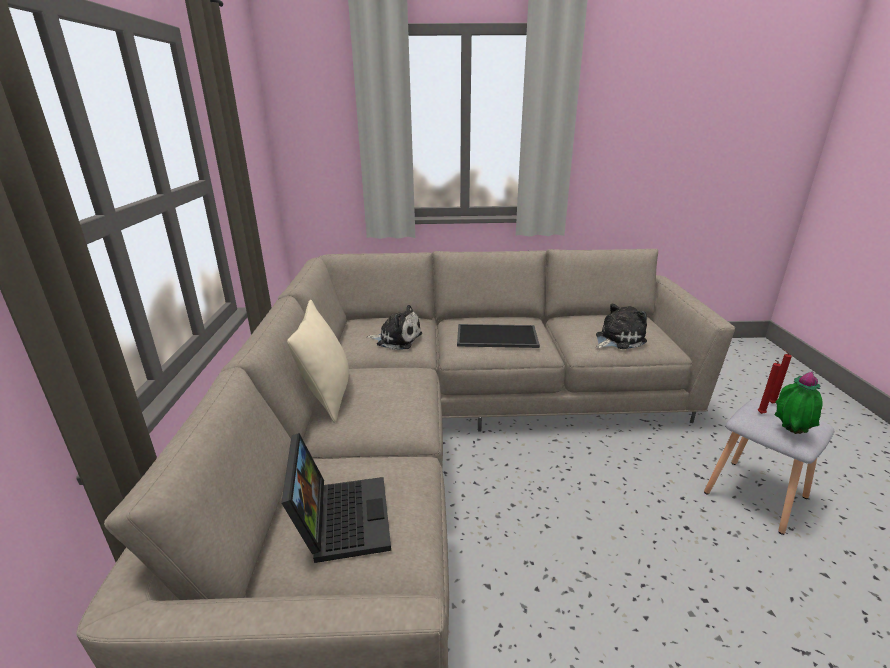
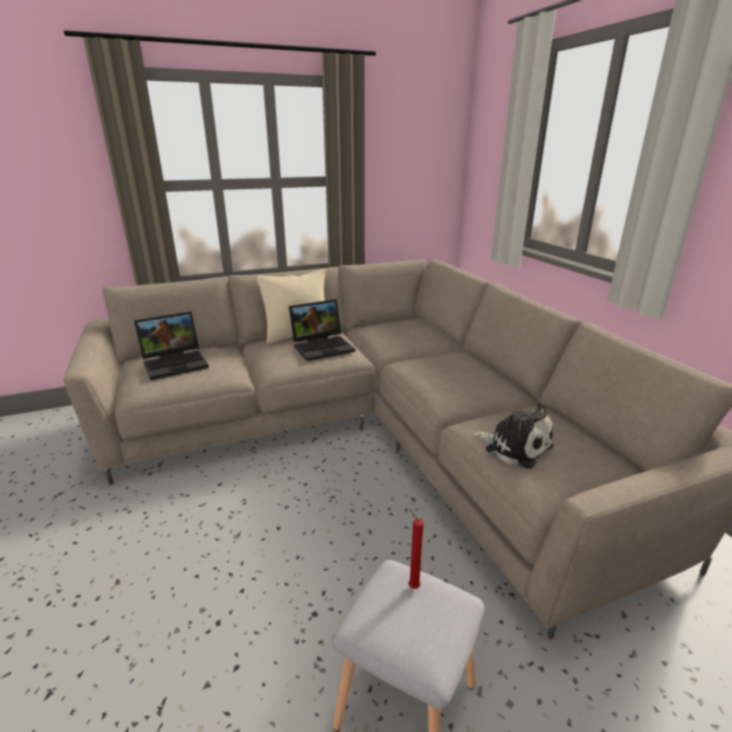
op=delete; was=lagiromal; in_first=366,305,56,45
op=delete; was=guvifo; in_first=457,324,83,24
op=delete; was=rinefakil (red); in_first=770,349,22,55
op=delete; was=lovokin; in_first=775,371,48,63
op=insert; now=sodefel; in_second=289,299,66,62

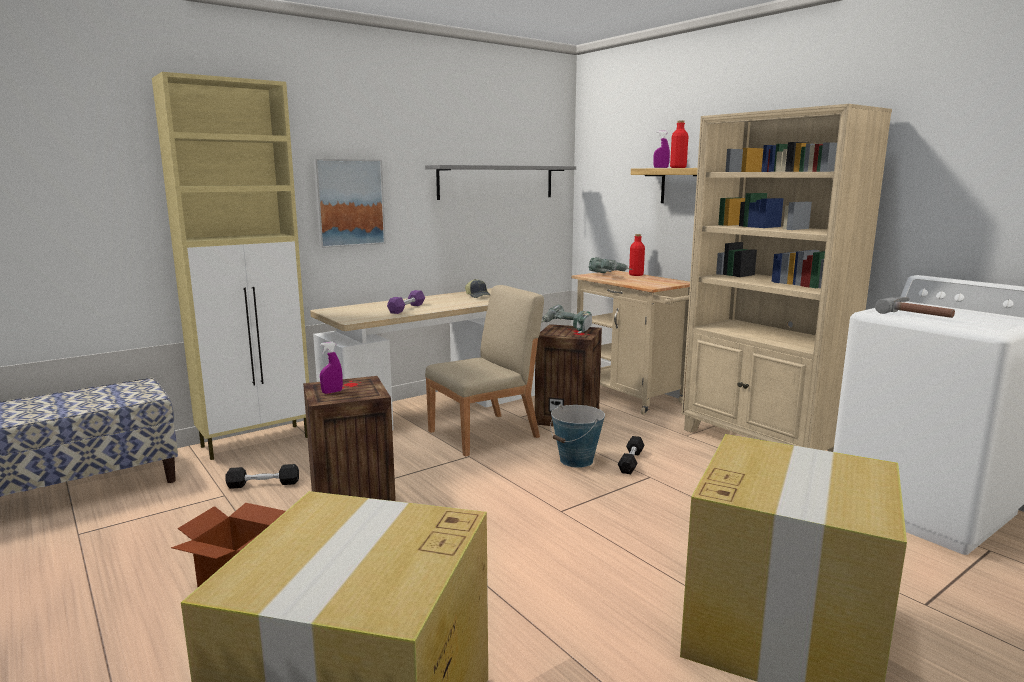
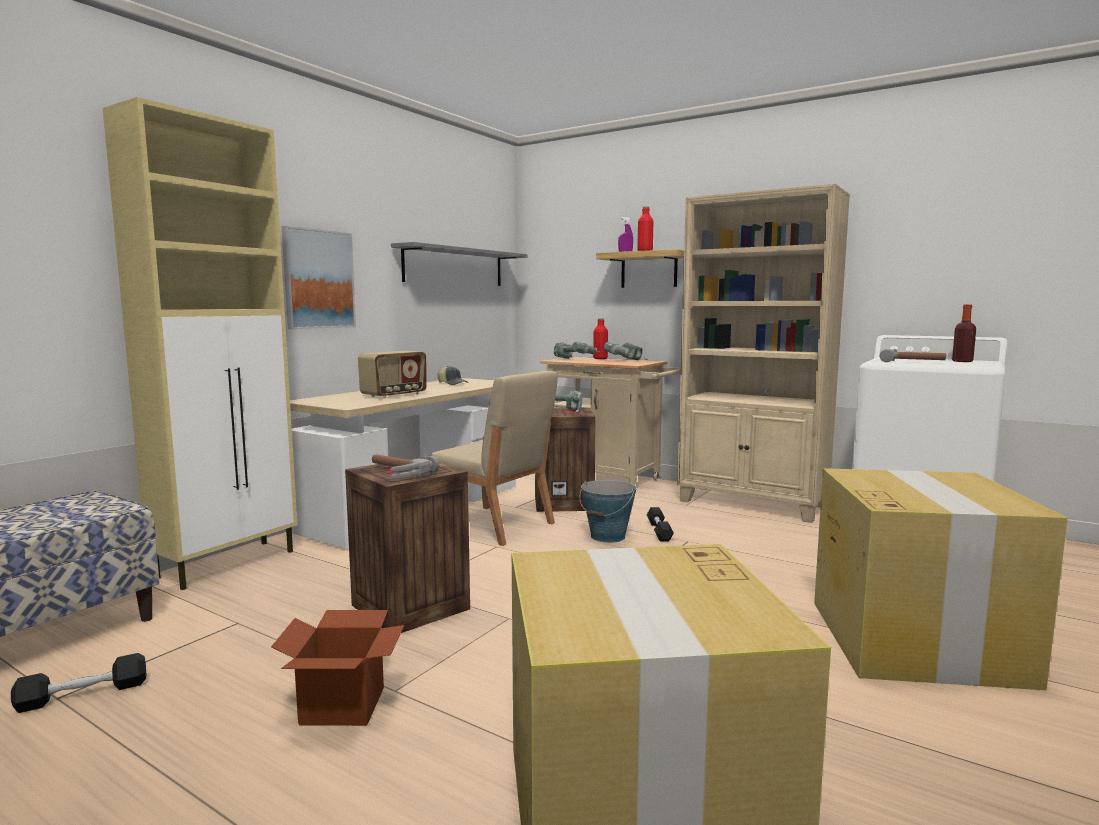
op=insert; now=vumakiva; in_second=604,342,44,18
op=insert; now=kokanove; in_second=952,304,24,58
op=move; was=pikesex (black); in_first=225,464,74,25; in_second=11,653,135,60
op=replace; was=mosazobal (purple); now=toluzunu; in_first=320,342,23,52; in_second=372,454,67,25
op=replace; was=pikesex (purple); now=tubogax; in_first=387,290,38,24; in_second=358,351,69,48
op=rotate; was=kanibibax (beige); in_first=425,285,119,171; in_second=430,371,128,175; clockwise=90

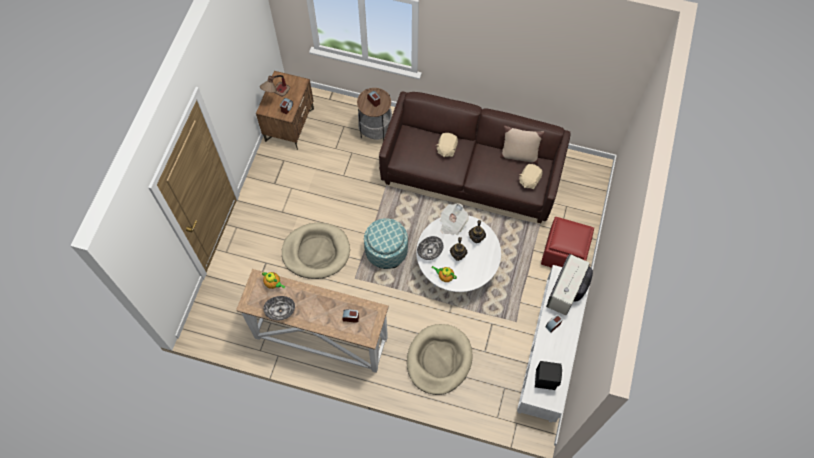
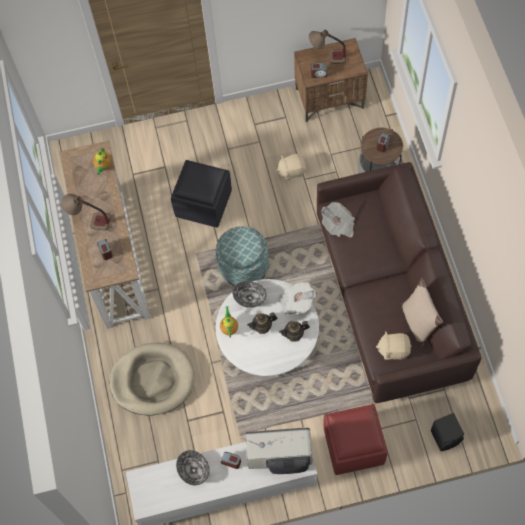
op=insert; now=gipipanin; in_second=61,194,50,37
op=insert; now=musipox; in_second=321,202,34,35
op=move; was=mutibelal; in_first=263,296,32,24; in_second=176,450,34,35
op=move; was=lagiromal (beige); in_first=436,133,22,24; in_second=276,154,30,27
op=move; was=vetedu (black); in_first=535,361,27,29; in_second=431,413,33,38
op=replace; was=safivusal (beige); now=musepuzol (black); in_first=282,222,68,57; in_second=171,160,61,68

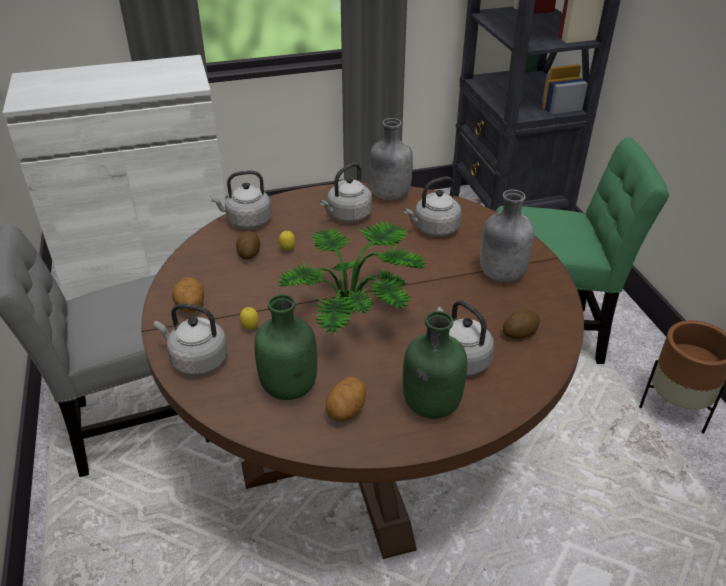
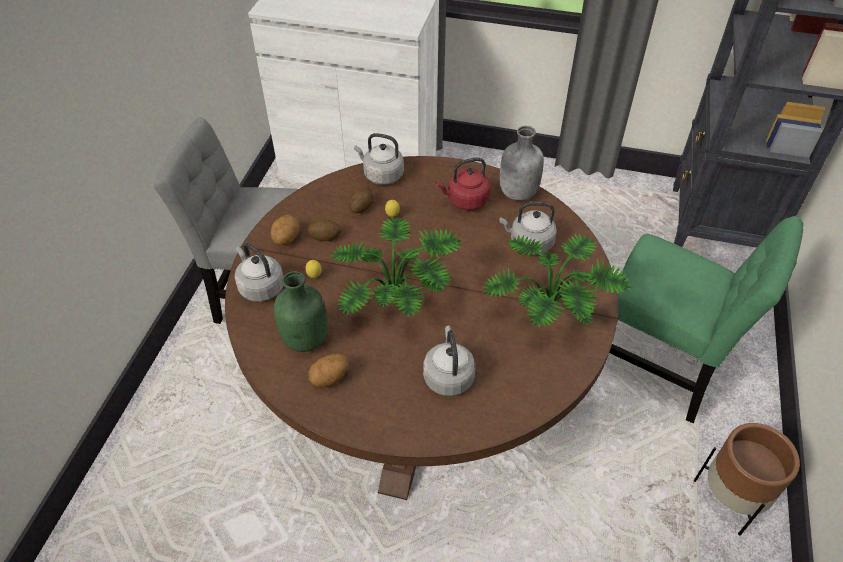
op=delete; was=kokanove (green); in_first=403,311,64,108
op=move; was=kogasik; in_first=503,310,37,29; in_second=308,219,33,22
op=replace; was=kokanove (grey); now=lovokin; in_first=480,189,54,93; in_second=482,233,150,94
op=recolor; was=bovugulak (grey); now=bovugulak (red); in_first=320,163,52,59; in_second=436,157,55,53

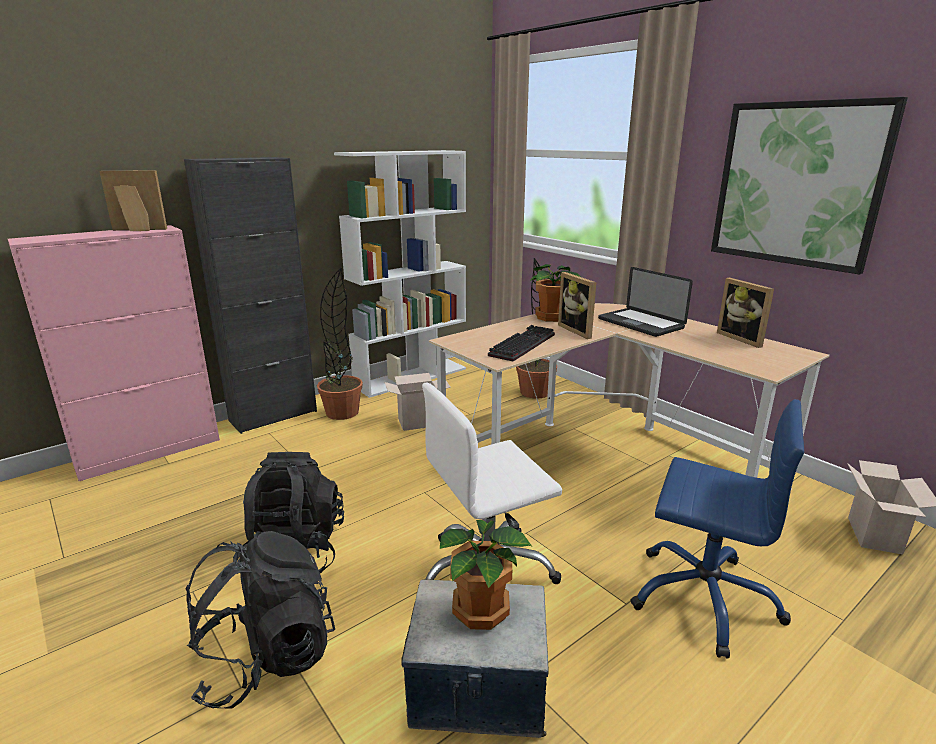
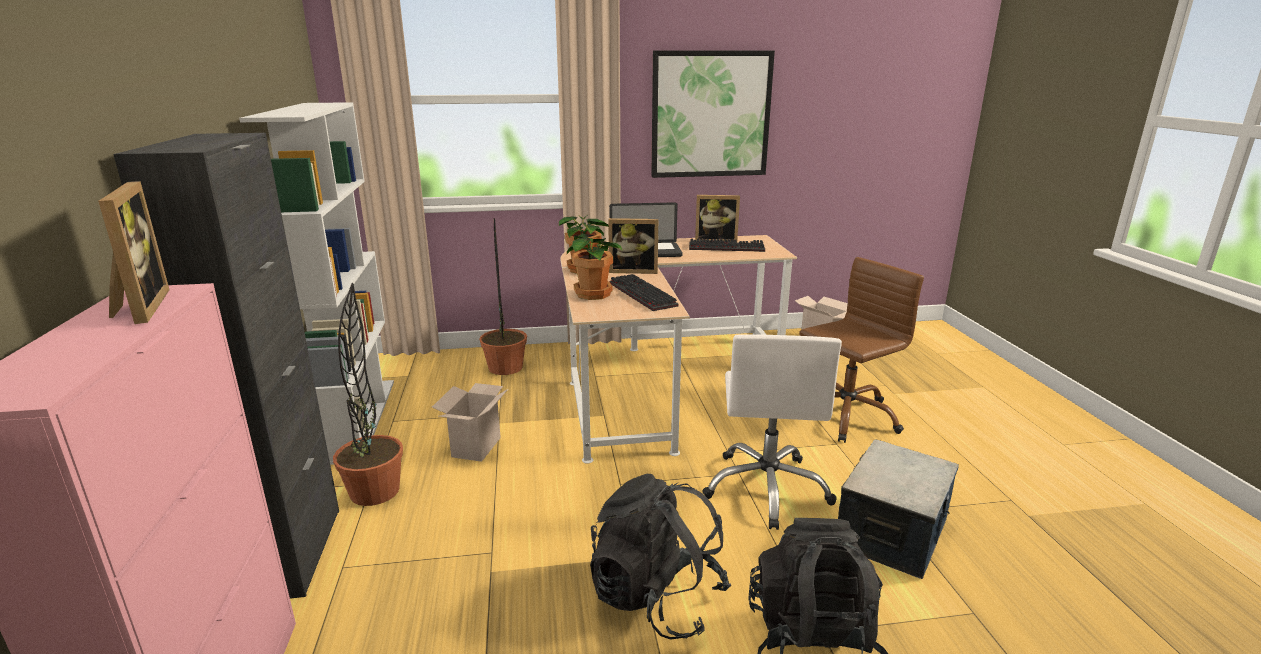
op=insert; now=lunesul; in_second=689,238,76,14
op=move; was=lovokin; in_first=440,520,93,110; in_second=567,233,55,67
op=recolor; was=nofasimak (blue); now=nofasimak (brown); in_first=630,399,174,260; in_second=799,257,125,186
op=rotate; was=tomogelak; in_first=99,170,68,61; in_second=98,181,71,143; clockwise=135

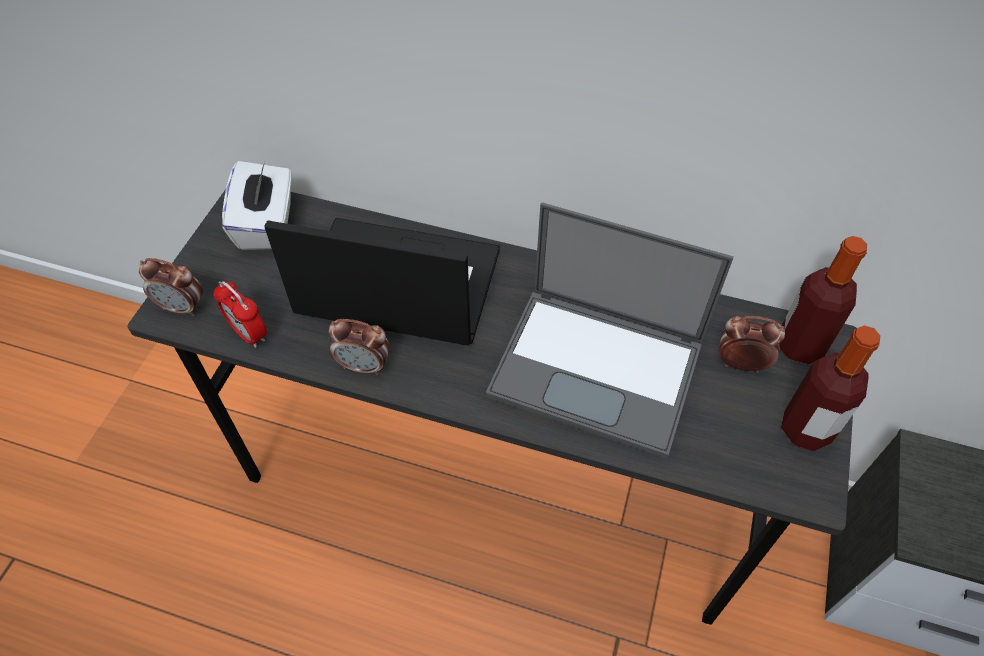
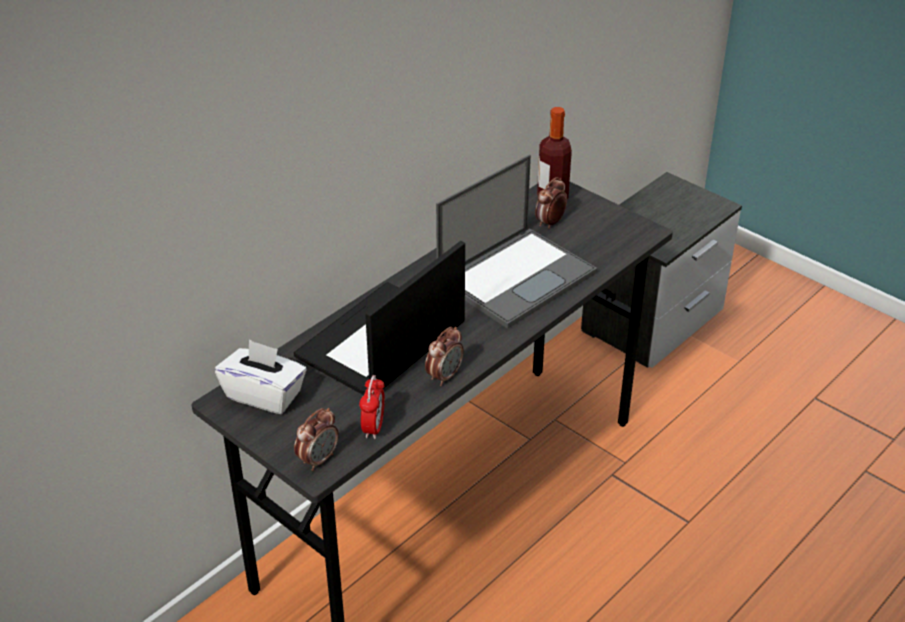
op=delete; was=kokanove; in_first=781,325,99,126
op=rotate; was=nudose; in_first=213,281,54,67; in_second=359,375,26,64; clockwise=-60

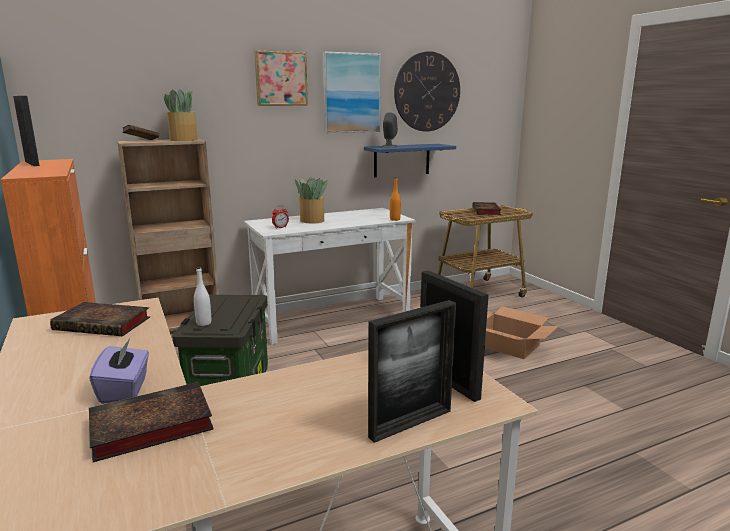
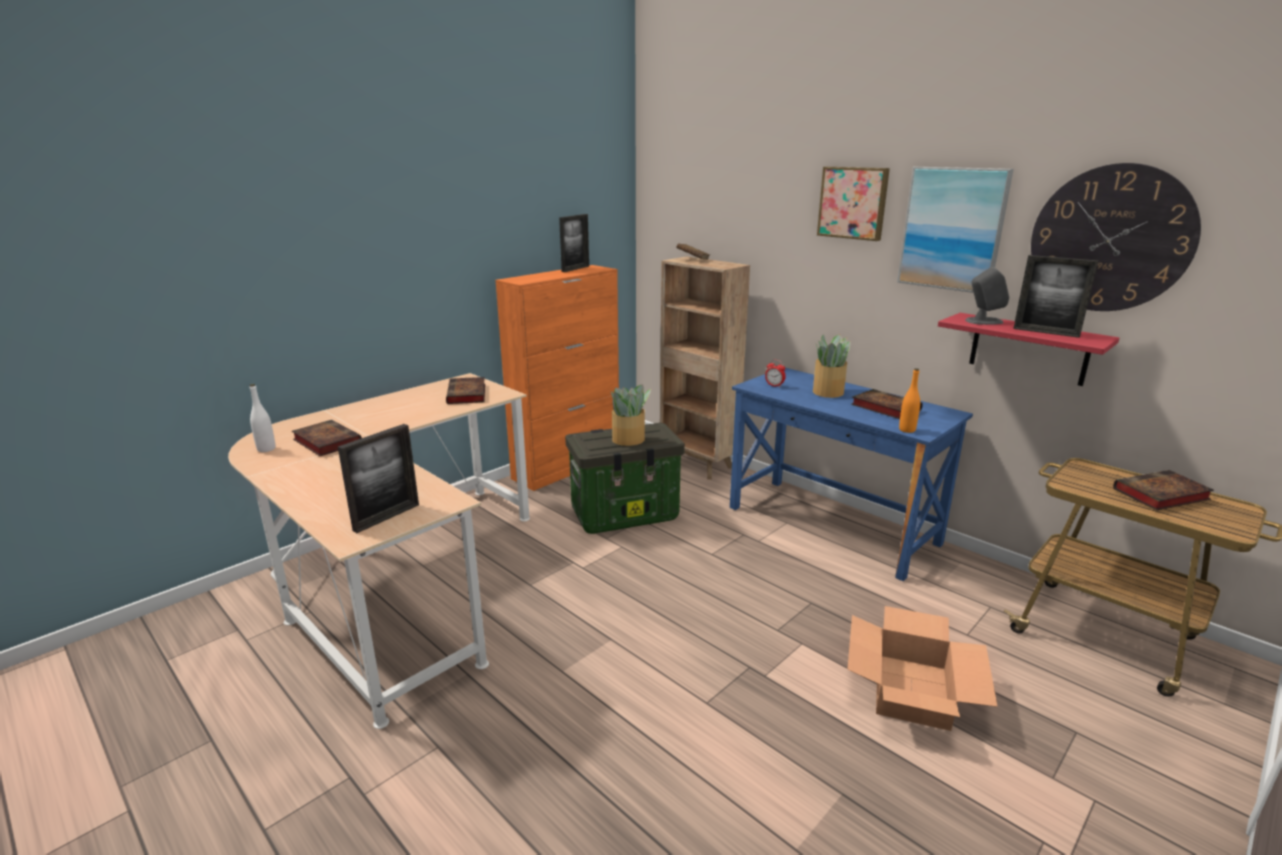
op=delete; was=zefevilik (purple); in_first=89,338,60,66
op=insert; now=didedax; in_second=851,389,72,30
op=move; was=lovokin; in_first=162,89,36,52; in_second=611,384,40,62
op=move; was=kokanove (white); in_first=194,267,17,59; in_second=250,384,26,68
op=move; was=tomogelak; in_first=368,300,88,143; in_second=1013,255,85,83
op=recolor; was=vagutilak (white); now=vagutilak (blue); in_first=244,208,172,137; in_second=730,368,243,213
op=recolor; was=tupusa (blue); now=tupusa (red); in_first=364,144,92,34; in_second=938,313,182,73

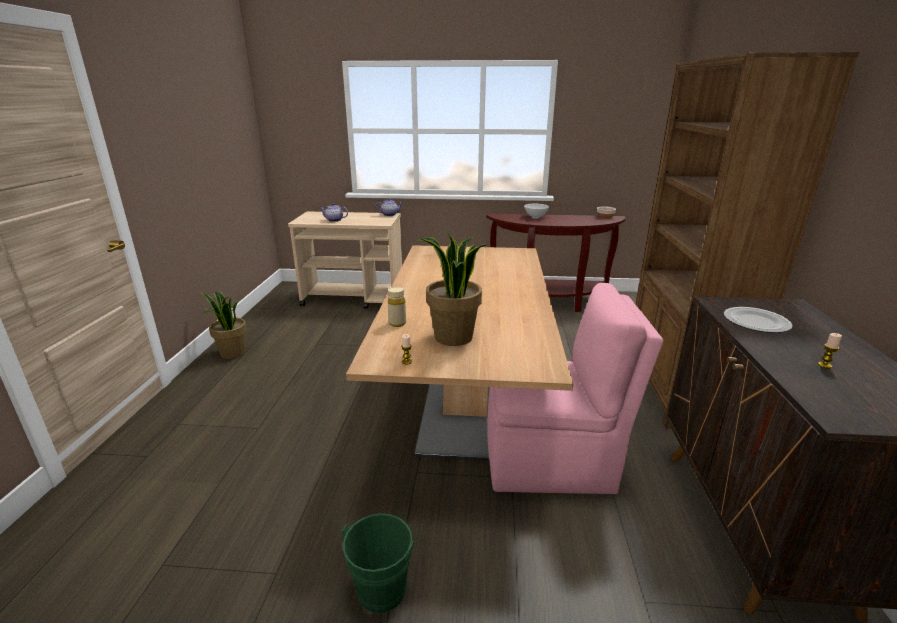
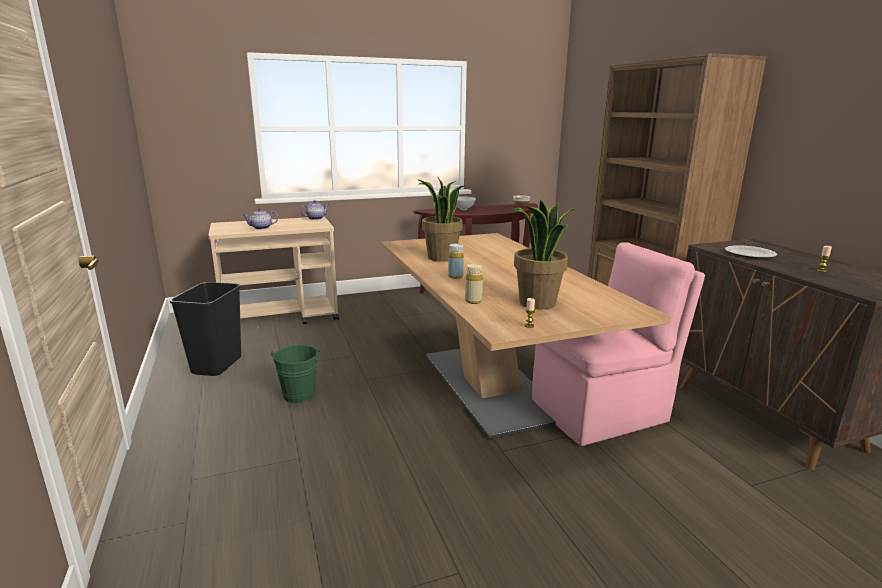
op=insert; now=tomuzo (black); in_second=170,282,71,94
op=insert; now=kokanove (yellow); in_second=448,244,16,35
op=move; was=lovokin; in_first=201,291,46,68; in_second=417,178,49,84
op=move; was=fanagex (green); in_first=342,513,77,101; in_second=271,345,49,58

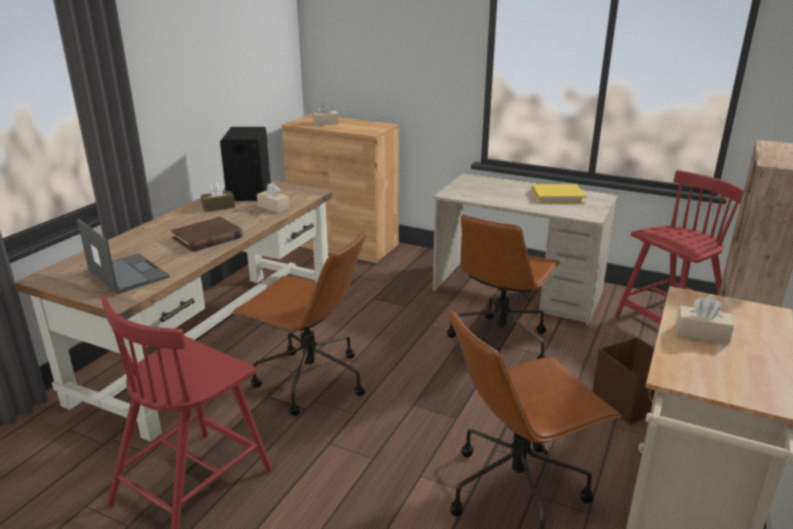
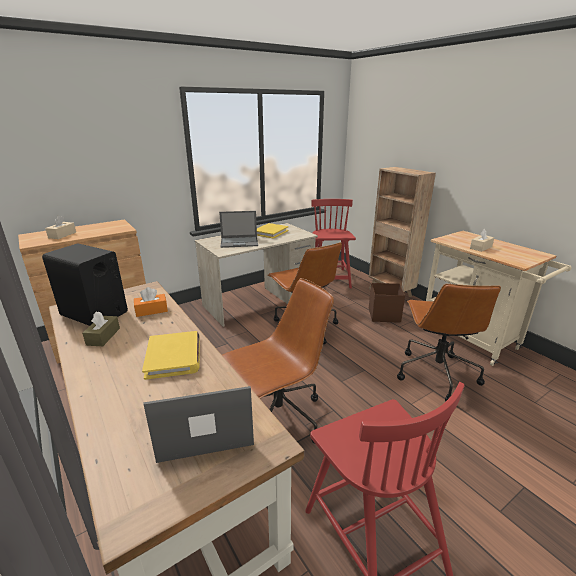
op=insert; now=sodefel; in_second=219,211,39,37
op=recolor; was=didedax (brown); now=didedax (yellow); in_first=171,217,72,34; in_second=142,331,58,49
op=recolor; was=zefevilik (beige); now=zefevilik (orange); in_first=257,183,32,30; in_second=134,287,34,30

